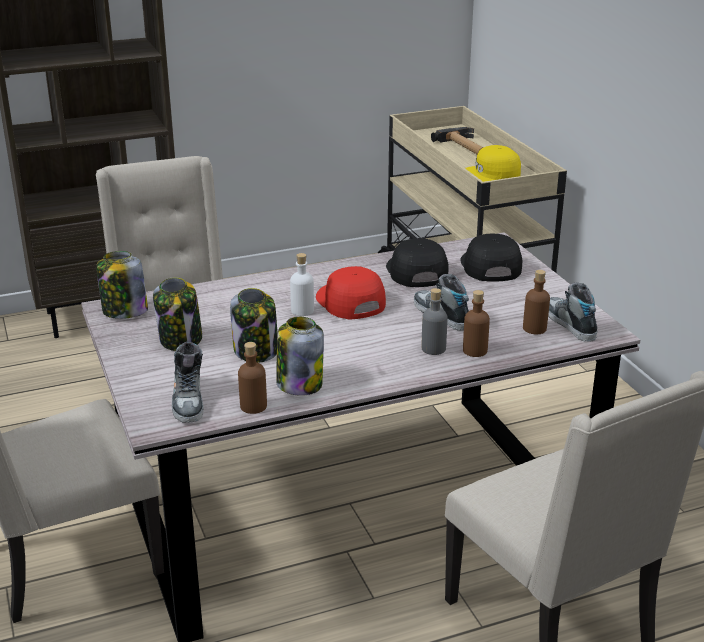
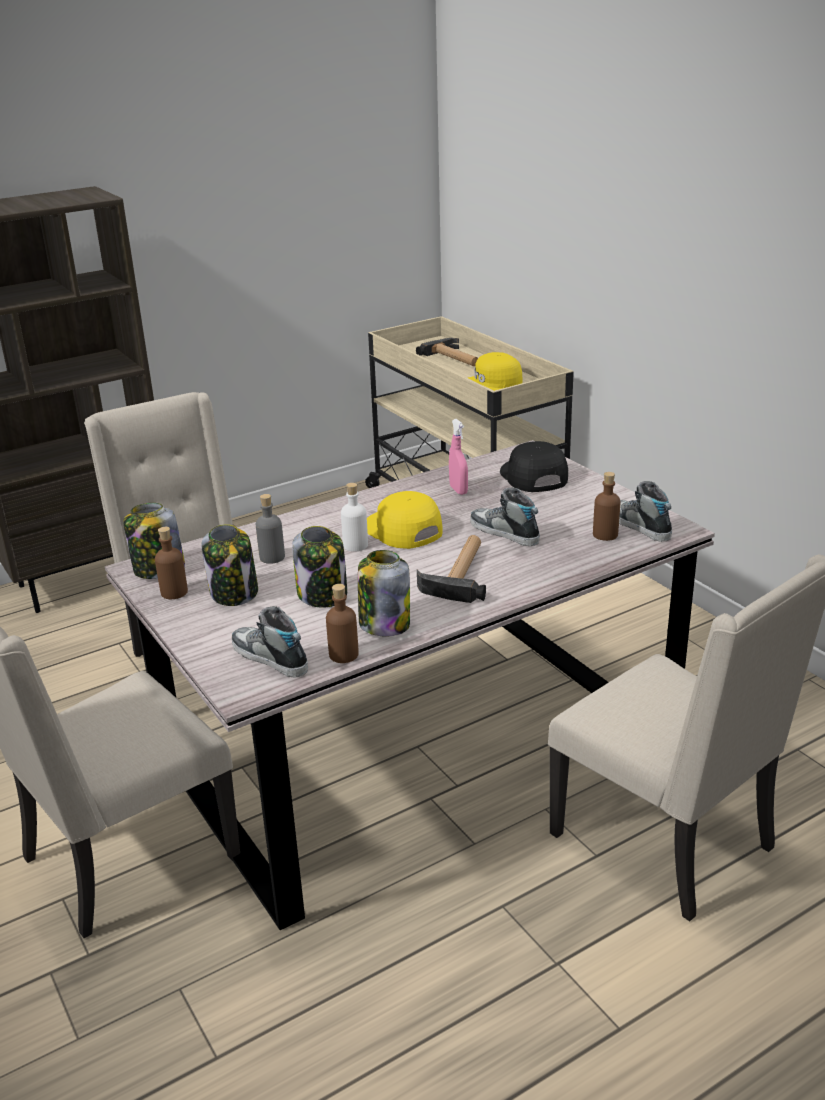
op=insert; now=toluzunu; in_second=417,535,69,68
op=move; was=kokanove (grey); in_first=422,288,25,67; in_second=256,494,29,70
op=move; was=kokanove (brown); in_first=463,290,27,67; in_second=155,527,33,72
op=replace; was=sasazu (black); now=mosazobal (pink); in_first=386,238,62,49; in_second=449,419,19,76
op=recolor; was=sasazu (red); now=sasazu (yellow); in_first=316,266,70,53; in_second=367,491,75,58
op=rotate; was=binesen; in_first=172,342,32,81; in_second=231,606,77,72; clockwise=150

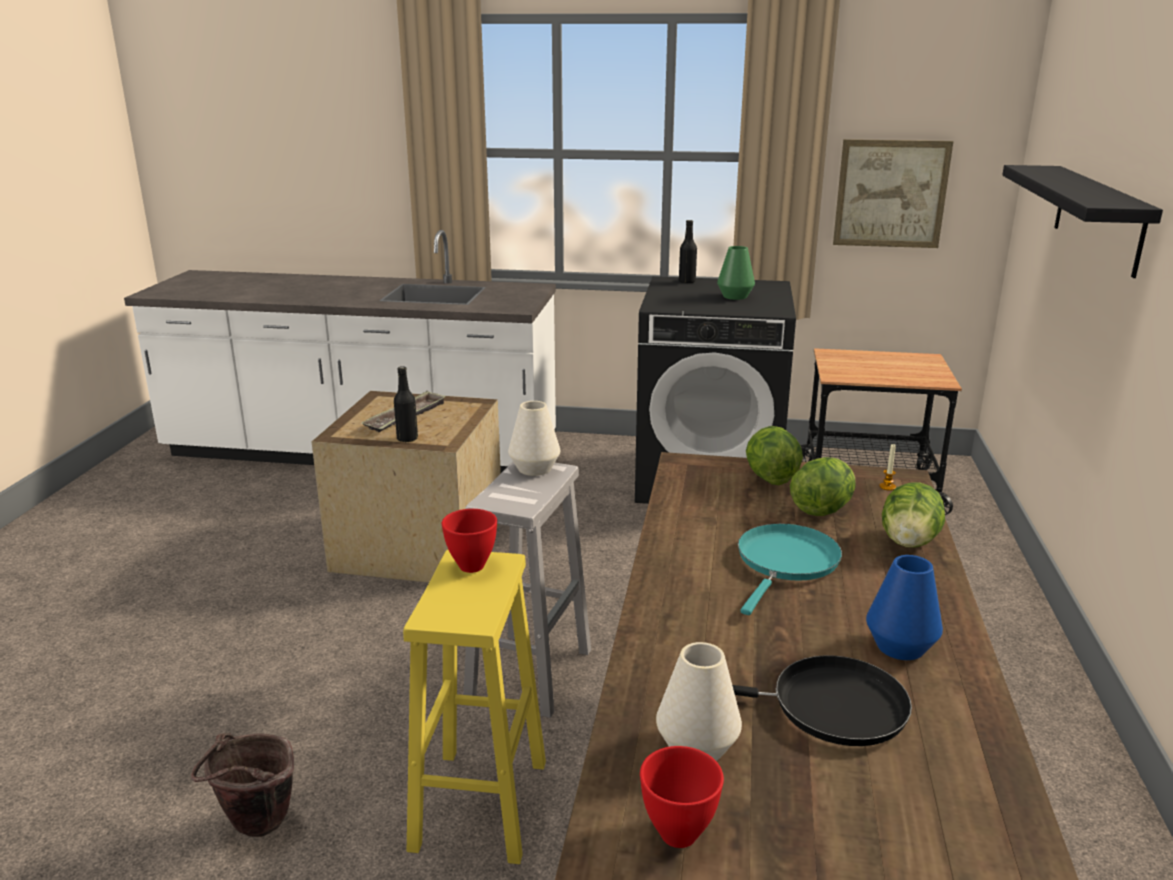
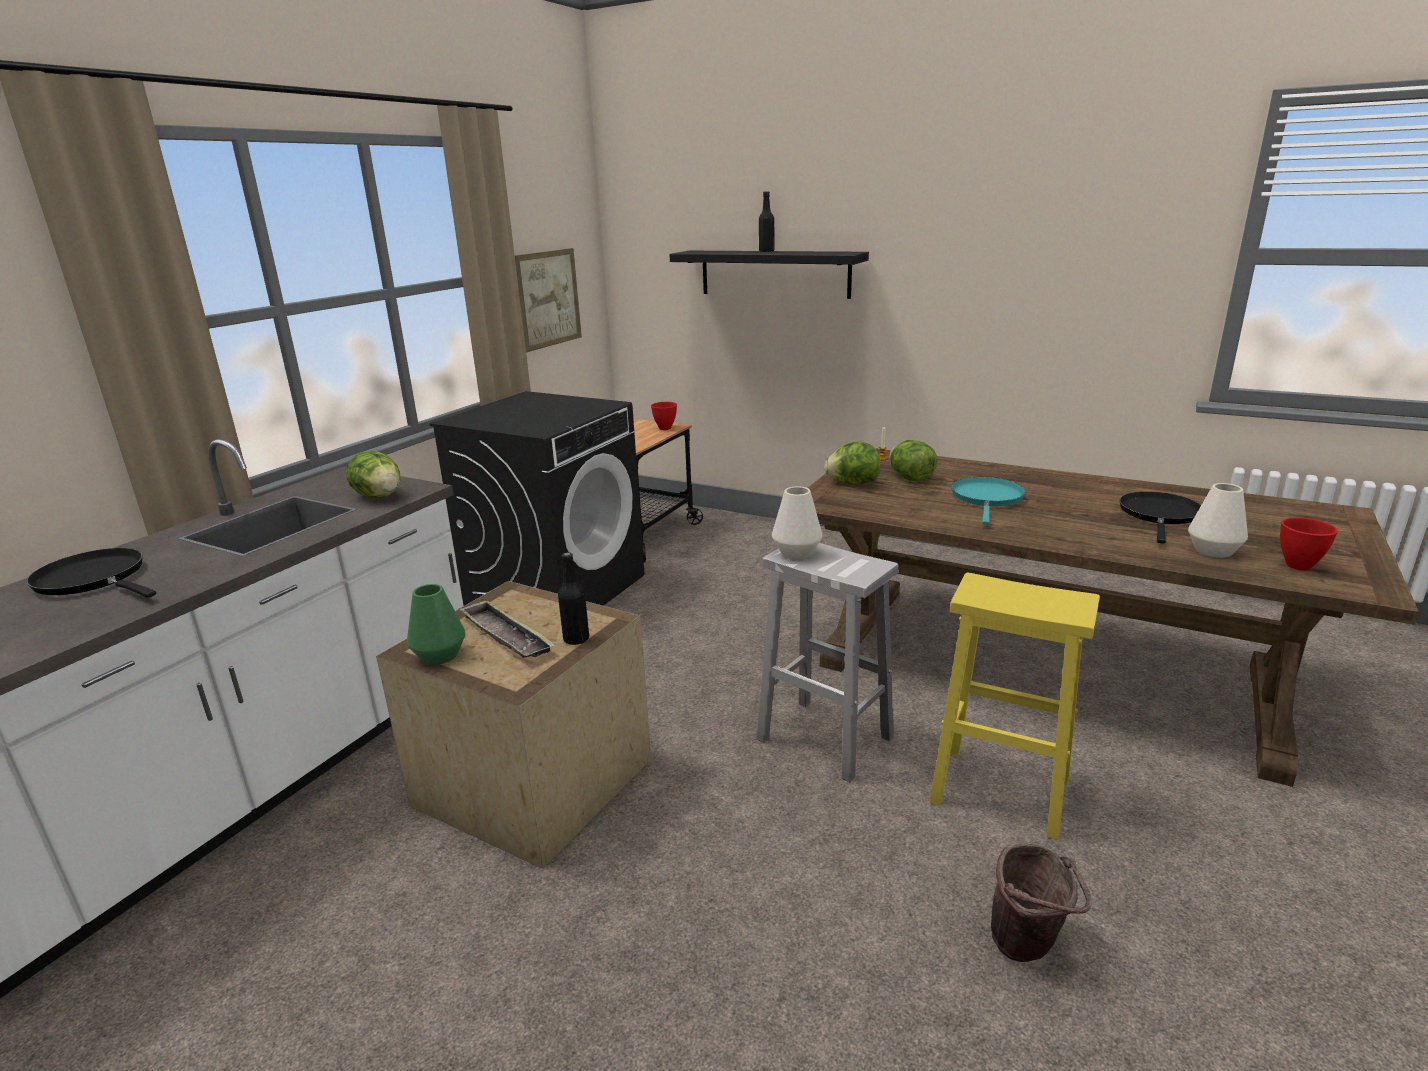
op=delete; was=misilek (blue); in_first=866,555,77,105
op=insert; now=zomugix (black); in_second=26,548,130,50
op=move; was=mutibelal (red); in_first=442,509,55,64; in_second=651,402,26,28
op=move; was=kokanove (black); in_first=679,220,18,63; in_second=759,191,15,61
op=move; was=misilek (green); in_first=717,246,38,54; in_second=407,584,58,81
op=move; was=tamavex; in_first=882,483,63,64; in_second=346,451,54,47
op=rotate; was=zomugix (turquoise); in_first=738,523,104,92; in_second=951,477,75,48; clockwise=60

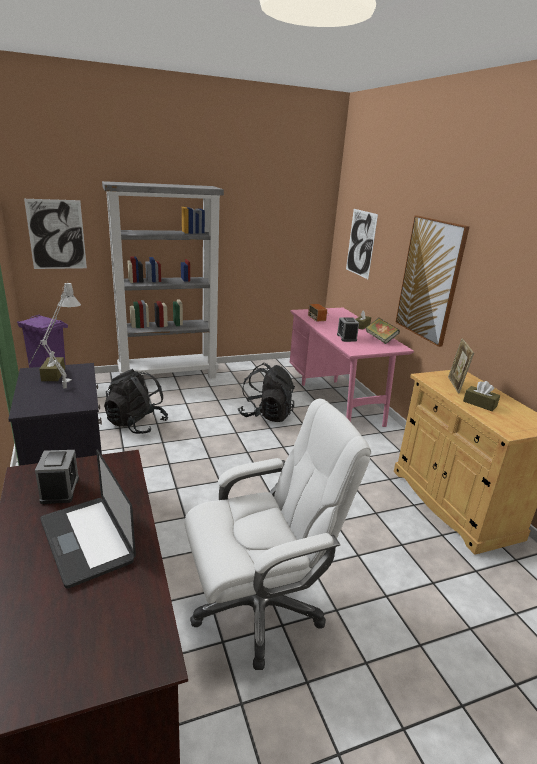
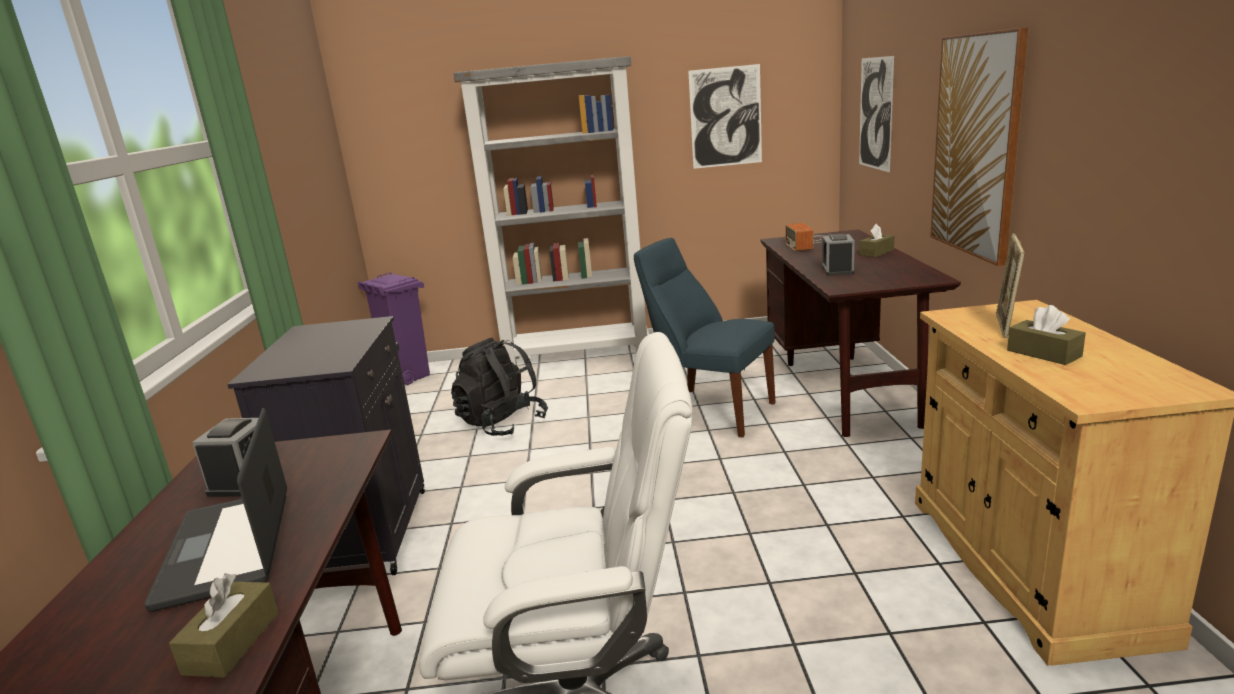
op=delete; was=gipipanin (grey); in_first=29,283,52,106
op=delete; was=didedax; in_first=366,318,34,26
op=move; was=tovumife; in_first=24,199,63,70; in_second=688,64,74,105
op=move; was=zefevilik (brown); in_first=39,351,26,30; in_second=169,573,110,105
op=replace; was=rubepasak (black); now=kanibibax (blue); in_first=238,363,57,59; in_second=634,238,142,199
op=recolor; was=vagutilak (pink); now=vagutilak (brown); in_first=289,308,125,119; in_second=760,229,201,208

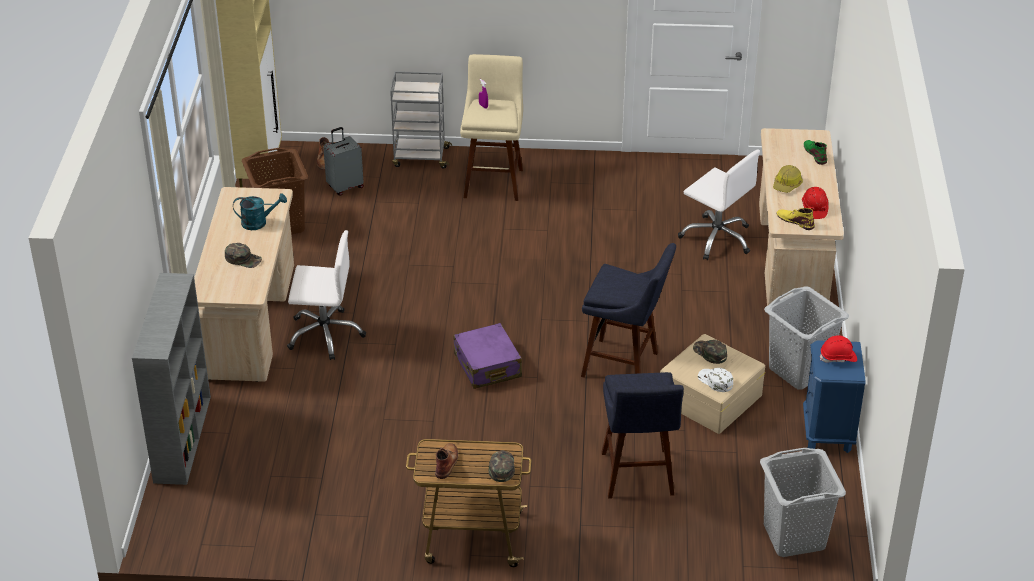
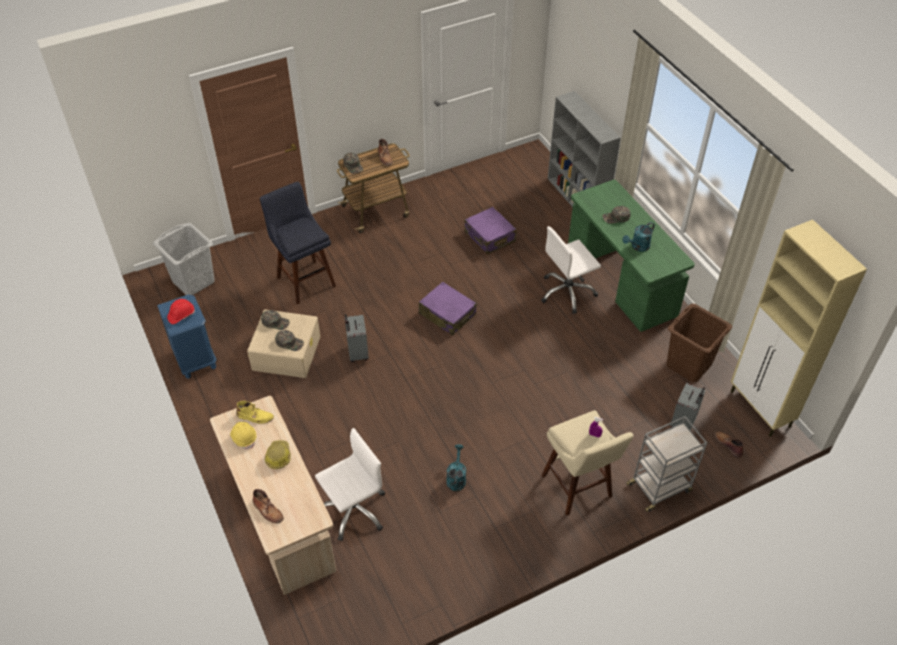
op=delete; was=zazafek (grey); in_first=764,286,85,104
op=insert; now=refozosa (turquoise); in_second=446,444,20,47
op=insert; now=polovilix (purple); in_second=465,207,51,48
op=replace; was=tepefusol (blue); now=polovilix (grey); in_first=581,243,95,135; in_second=345,314,24,48
op=recolor; was=vagutilak (beige); now=vagutilak (green); in_first=194,187,100,195; in_second=568,180,127,152
op=recolor; was=sasazu (white); now=sasazu (green); in_first=698,368,35,24; in_second=261,310,29,20
op=recolor; was=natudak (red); now=natudak (yellow); in_first=802,187,27,32; in_second=230,422,26,27
op=recolor; was=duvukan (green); now=duvukan (brown); in_first=804,140,23,25; in_second=253,489,31,34
op=rotate; was=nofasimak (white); in_first=678,149,82,111; in_second=315,428,70,113; clockwise=135

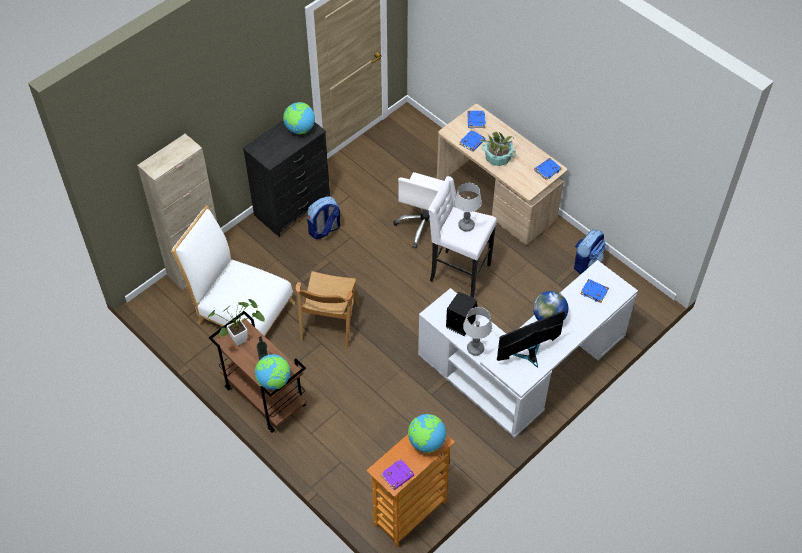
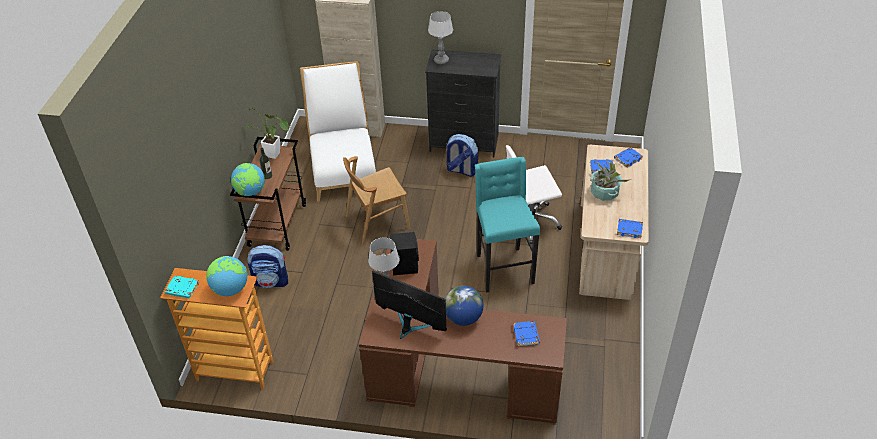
op=delete; was=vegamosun; in_first=283,102,32,32
op=move; was=gipipanin; in_first=455,182,27,50; in_second=428,11,25,53
op=move; was=rubepasak; in_first=574,230,32,44; in_second=248,245,40,43
op=recolor; was=didedax (purple); now=didedax (turquoise); in_first=381,459,33,31; in_second=165,276,34,23
op=recolor; was=vagutilak (white); now=vagutilak (brown); in_first=418,260,220,179; in_second=359,239,208,186
op=recolor; was=tepefusol (white); now=tepefusol (turquoise); in_first=428,176,69,122; in_second=475,157,65,135

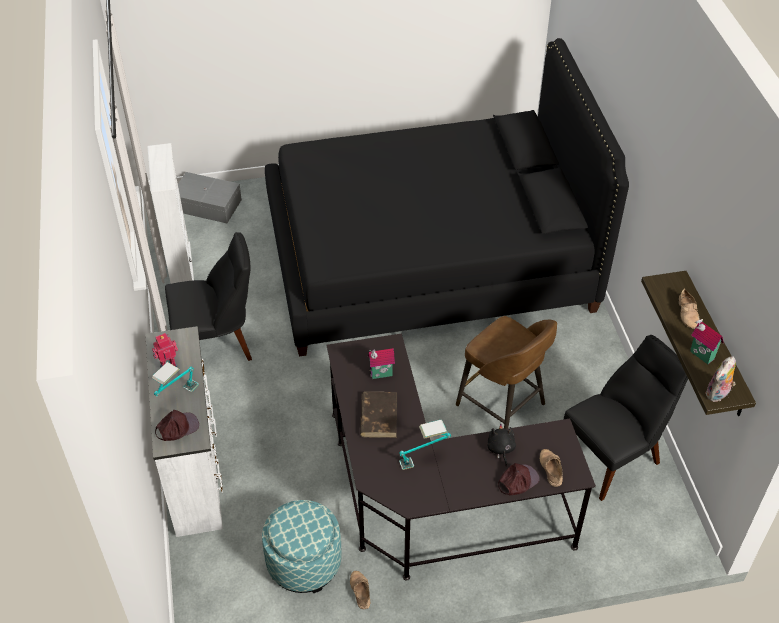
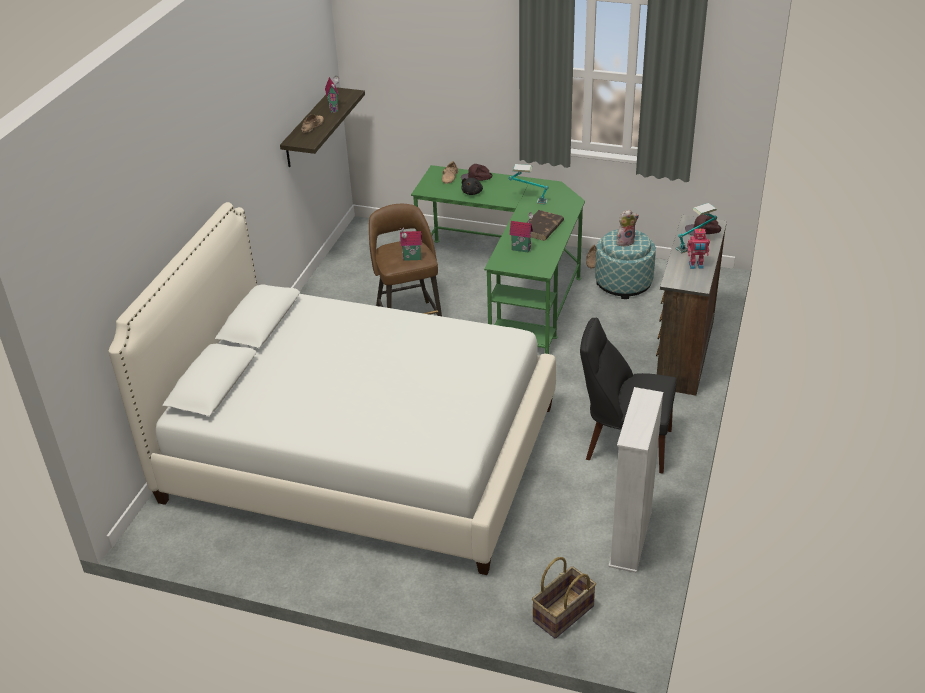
op=delete; was=kanibibax (black); in_first=564,335,124,166
op=insert; now=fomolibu; in_second=399,228,23,33
op=move; was=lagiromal; in_first=705,356,31,46; in_second=616,210,23,36
op=replace; was=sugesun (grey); now=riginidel; in_first=178,172,64,51; in_second=532,557,64,82
op=recolor; was=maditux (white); now=maditux (brown); in_first=145,326,78,211; in_second=656,215,71,181
op=recolor; was=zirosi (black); now=zirosi (white); in_first=265,38,364,319; in_second=109,202,447,373
op=recolor; was=vagutilak (black); now=vagutilak (green); in_first=327,334,269,247; in_second=411,165,174,189

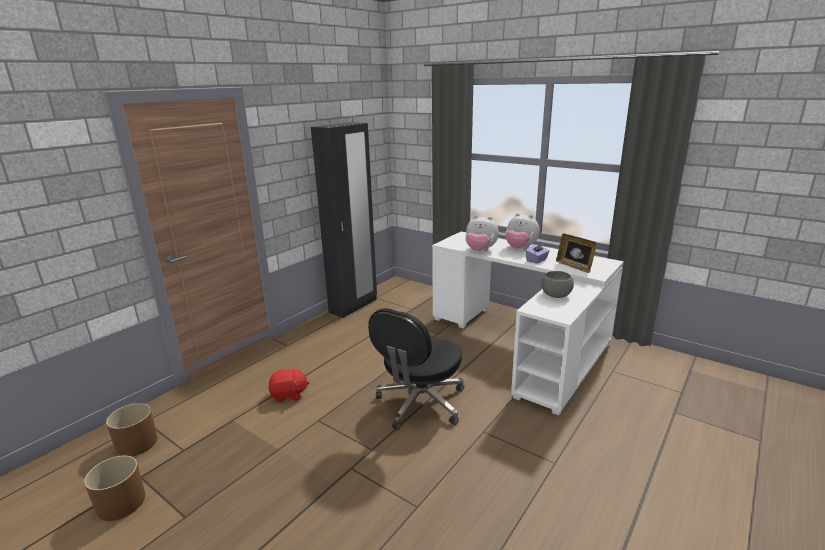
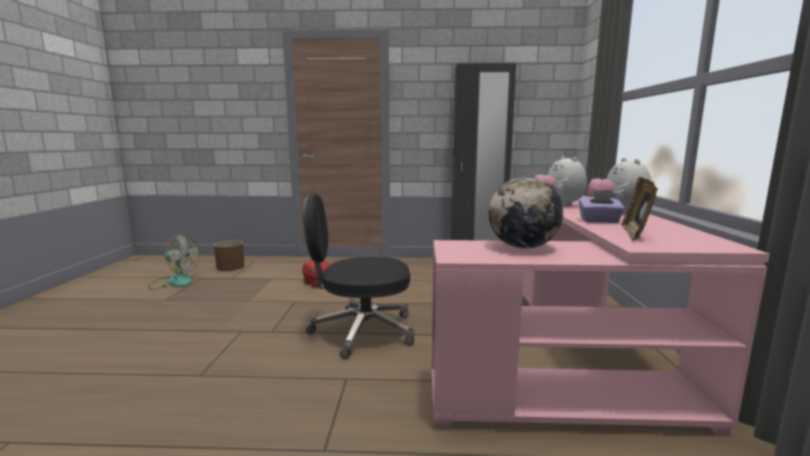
op=replace; was=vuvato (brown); now=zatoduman; in_first=84,455,61,66; in_second=148,234,52,56
op=replace; was=mutibelal (grey); now=vegamosun; in_first=541,271,33,27; in_second=489,177,74,72
op=recolor; was=vagutilak (white); now=vagutilak (pink); in_first=432,232,192,184; in_second=432,196,338,239

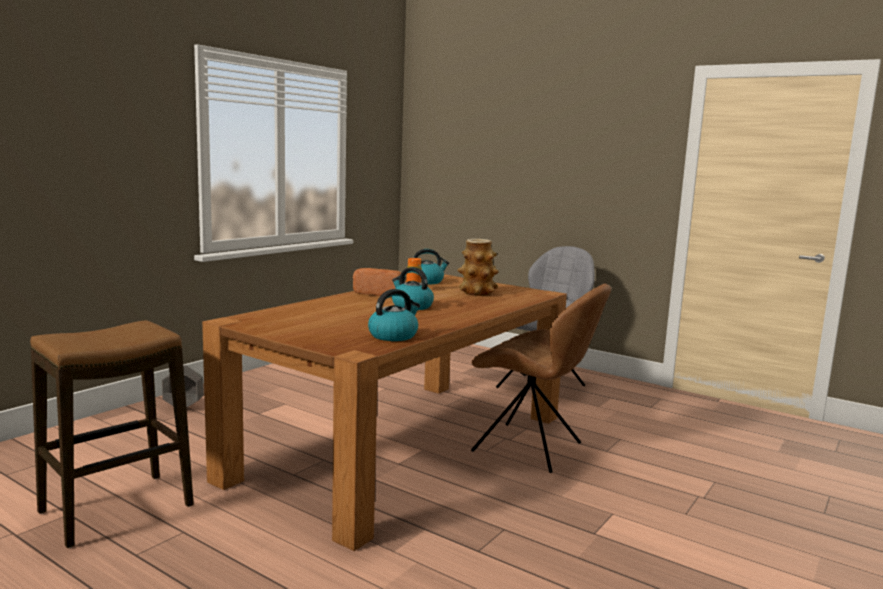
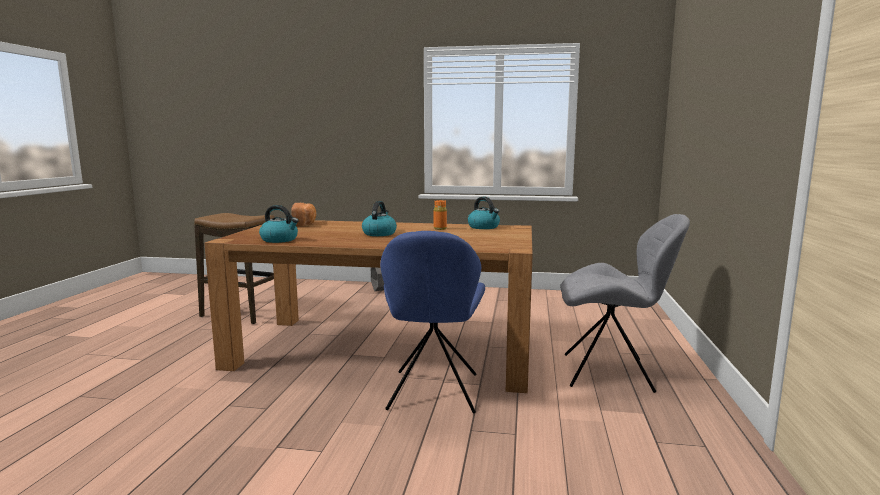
op=delete; was=misilek; in_first=457,239,42,57
op=move; was=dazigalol; in_first=353,268,48,29; in_second=291,203,25,23
op=recolor; was=kanibibax (brown); now=kanibibax (blue); in_first=471,284,140,189; in_second=380,231,105,183

